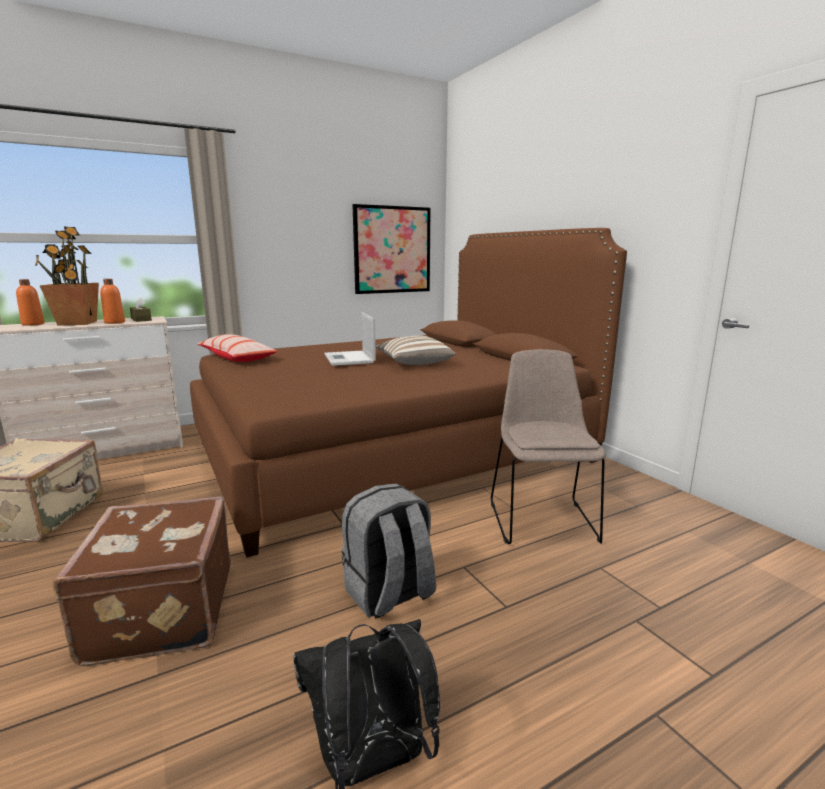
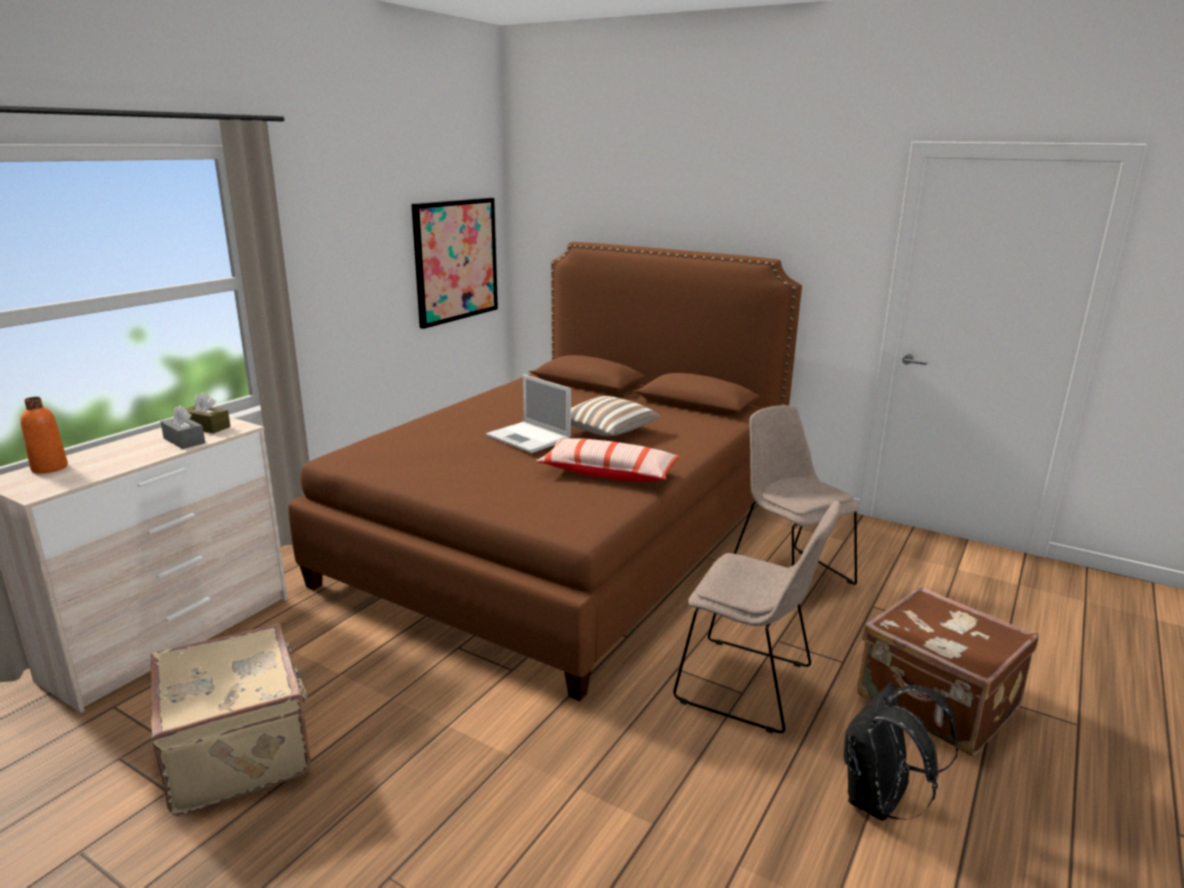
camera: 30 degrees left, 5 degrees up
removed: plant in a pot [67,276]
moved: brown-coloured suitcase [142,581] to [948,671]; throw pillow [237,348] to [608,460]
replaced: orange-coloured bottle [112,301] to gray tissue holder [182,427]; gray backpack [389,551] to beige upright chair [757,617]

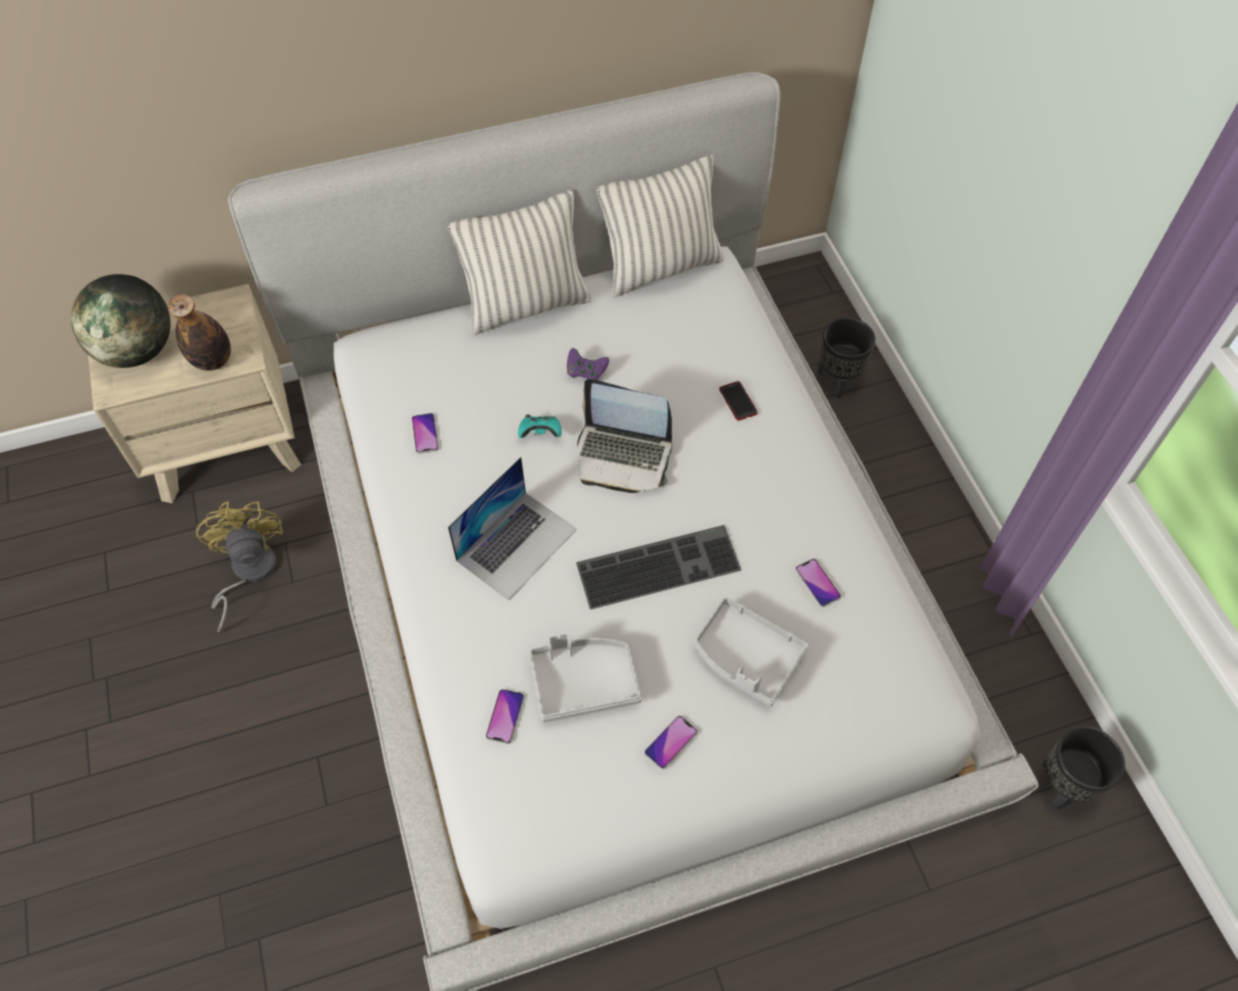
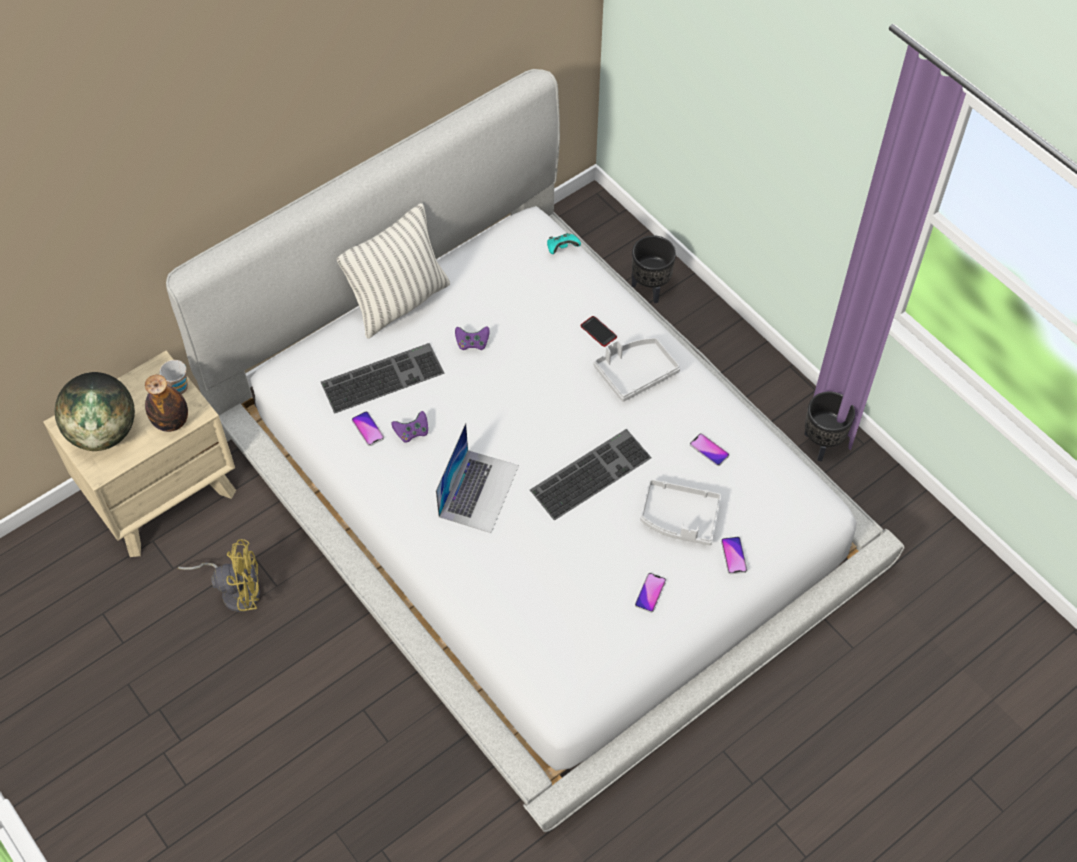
camera: 20 degrees left, 0 degrees up
removed: laptop [624,436]; throw pillow [660,226]
added: drinking cup [174,377]; keyboard [383,378]; purple-coloured gamepad [410,427]
moved: telephone [505,716] to [734,555]; blue-green gamepad [540,426] to [564,243]; gray carrying tray [585,677] to [636,370]; blackish plant pot [1083,768] to [829,426]
turned: yellowish electric fan [239,567] = [219,575] 120 degrees clockwise

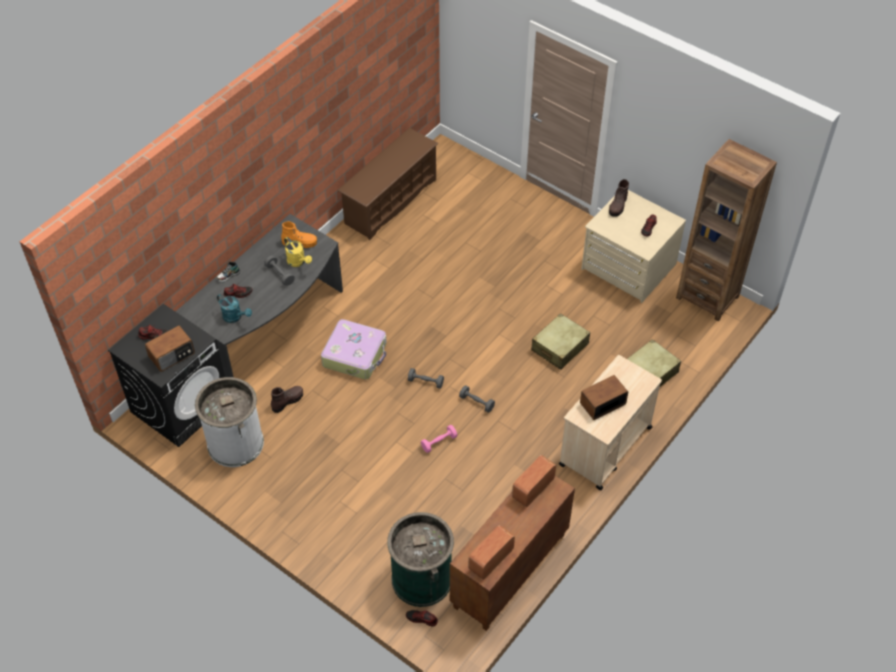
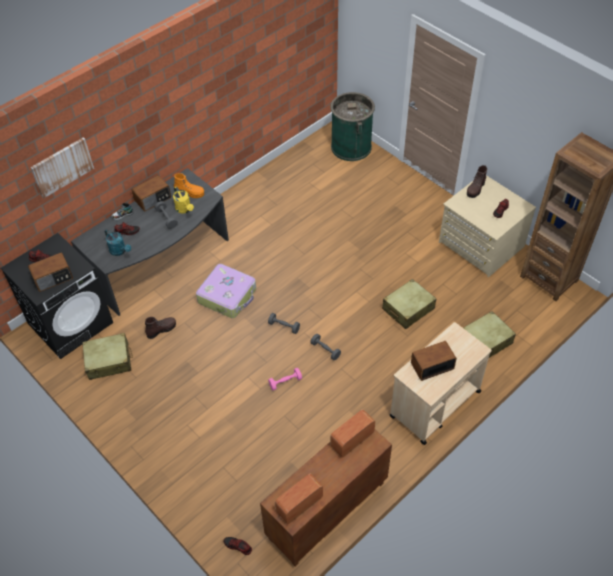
camera: 10 degrees right, 0 degrees up
removed: brown-coloured shoe rack [388,184]
added: wall picture [62,167]; radio receiver [151,193]
moved: green-coloured trash can [420,559] to [352,126]
replaced: white trash can [229,422] to beige suitcase [107,356]

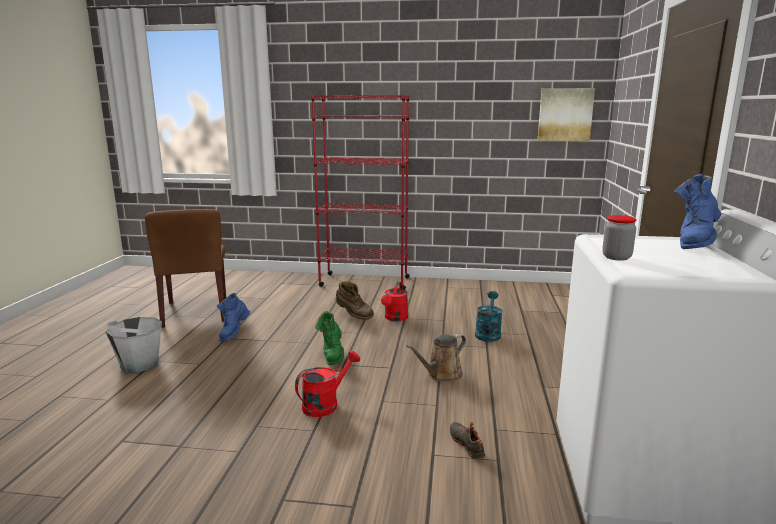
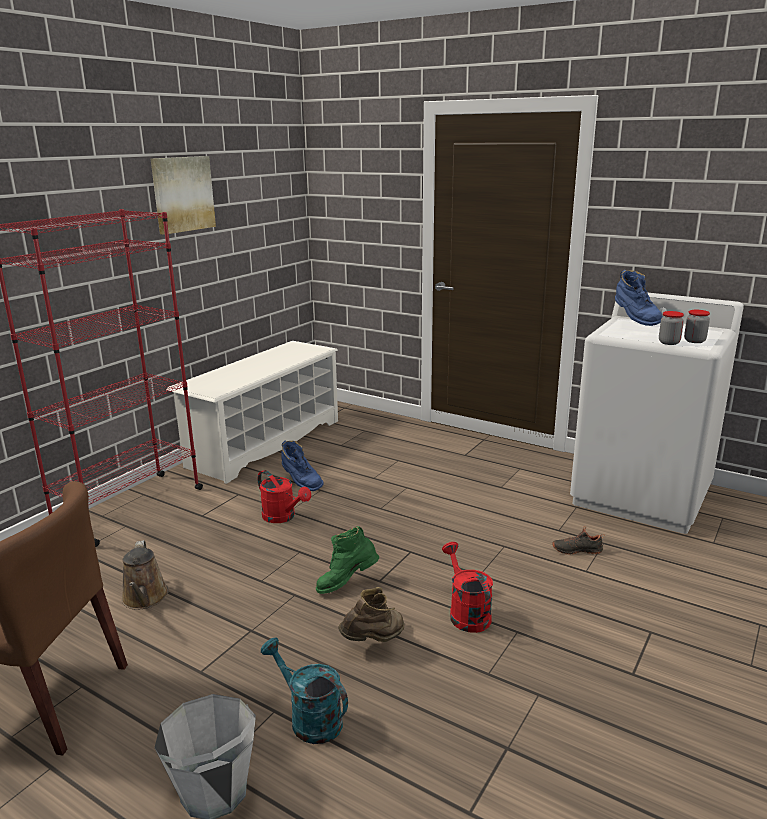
camera: 65 degrees left, 5 degrees up
added: white shoe rack [252,412]; preserve jar [697,326]
moved: blue tall boot [233,317] to [302,466]; brown-coloured tall boot [355,300] to [371,614]; brown-coloured sprinkling can [436,358] to [145,575]; blue-green sprinkling can [489,316] to [304,690]; wall picture [566,114] to [183,195]
turned: green-coloured tall boot [329,338] = [347,560] 135 degrees clockwise

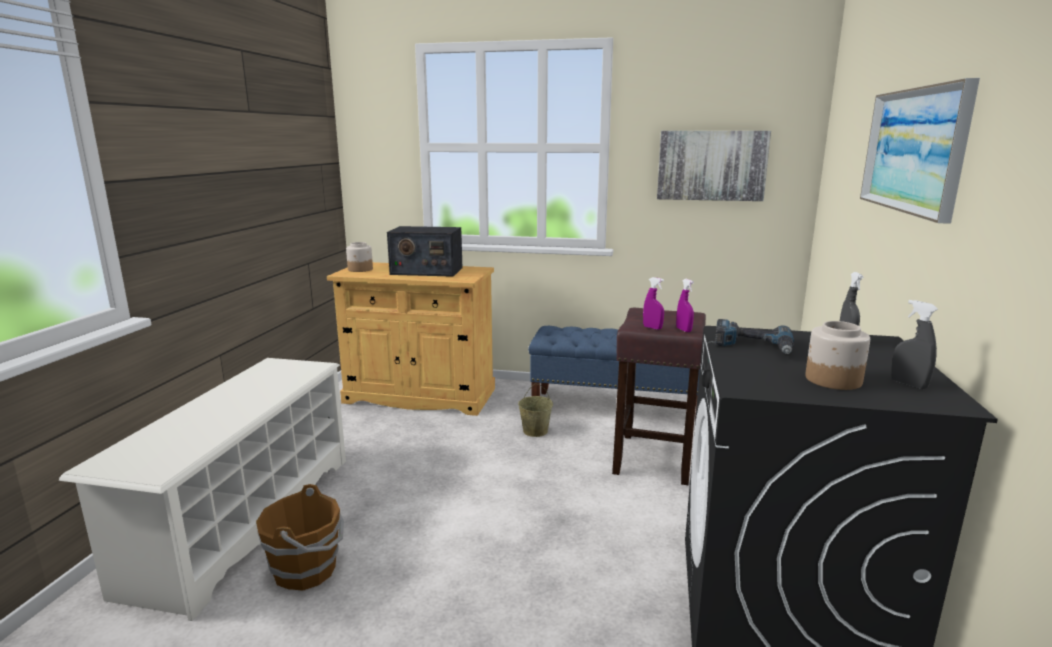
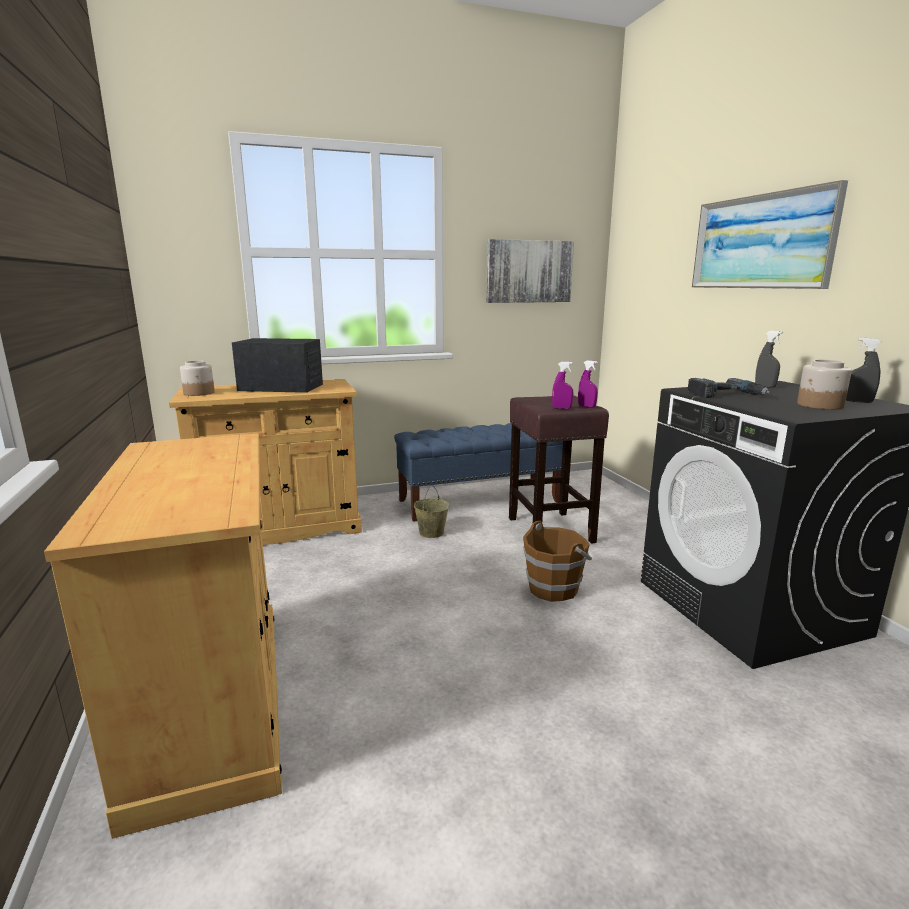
camera: 30 degrees left, 0 degrees up
moved: brown-coloured bucket [300,537] to [557,561]
replaced: white shoe rack [202,489] to beige storage cabinet [163,636]
turned: radio receiver [424,251] = [277,365] 150 degrees counterclockwise

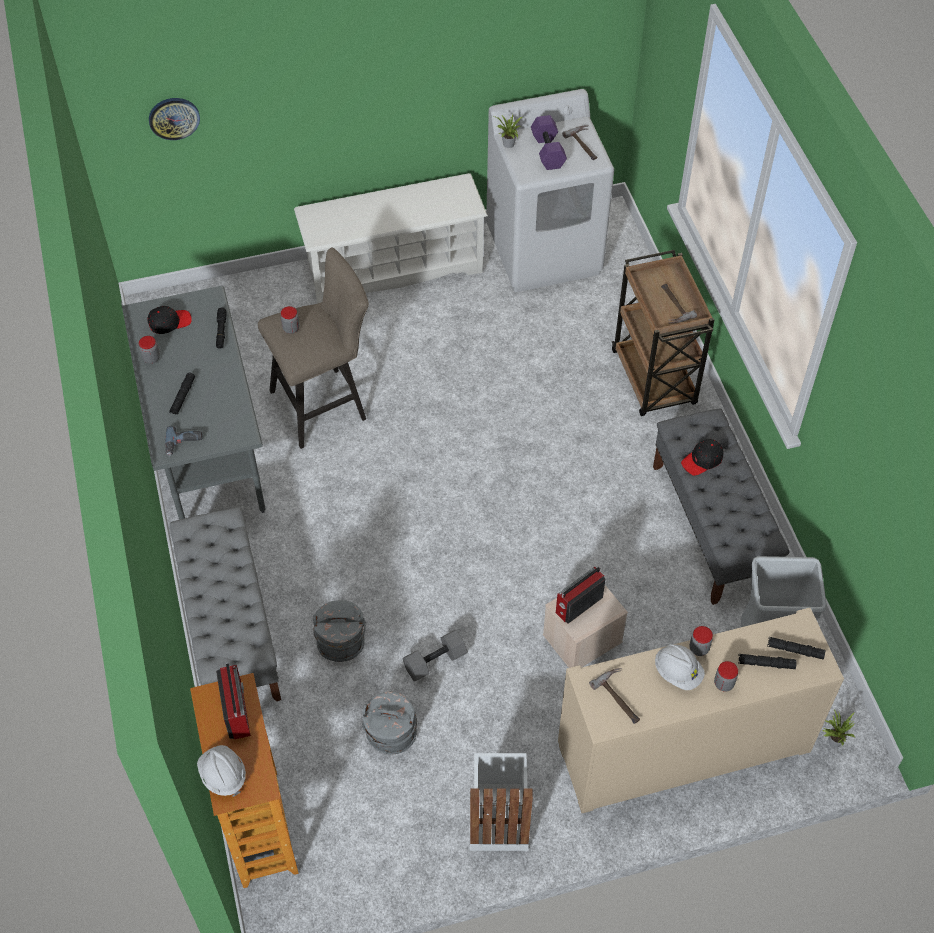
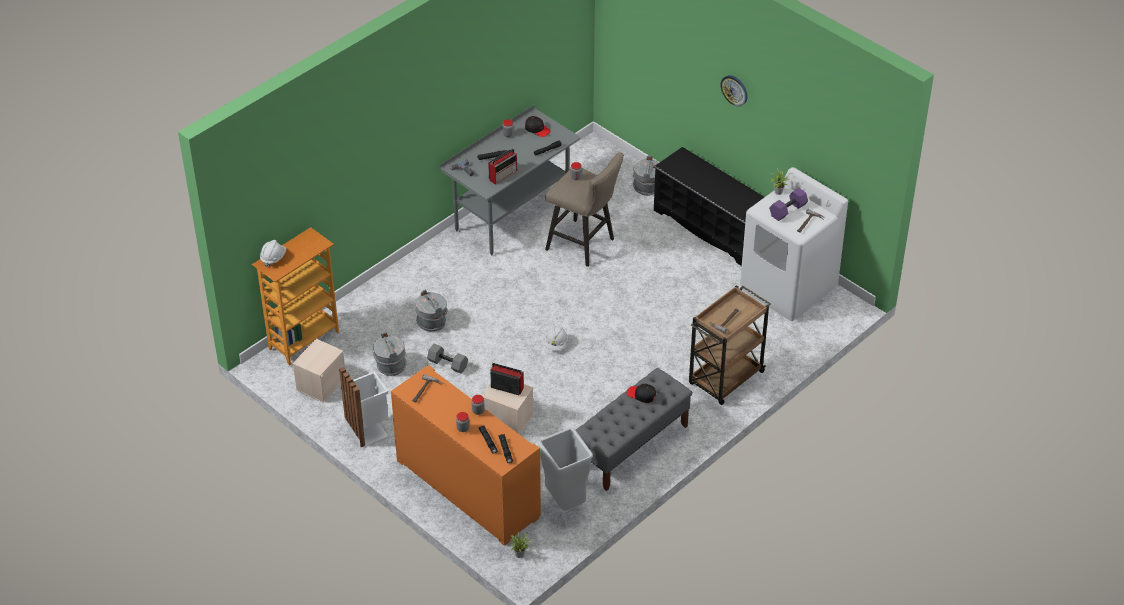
camera: 60 degrees right, 10 degrees down
removed: gray bench [225,604]
added: beige storage box [319,371]; gray bucket [645,175]
moved: wall clock [174,119] to [734,90]; radio receiver [233,700] to [502,167]; white hard hat [680,667] to [556,338]
recoloured: white shoe rack [391,238] to blackish shoe rack [708,207]; beige storage cabinet [701,710] to orange-coloured storage cabinet [466,455]

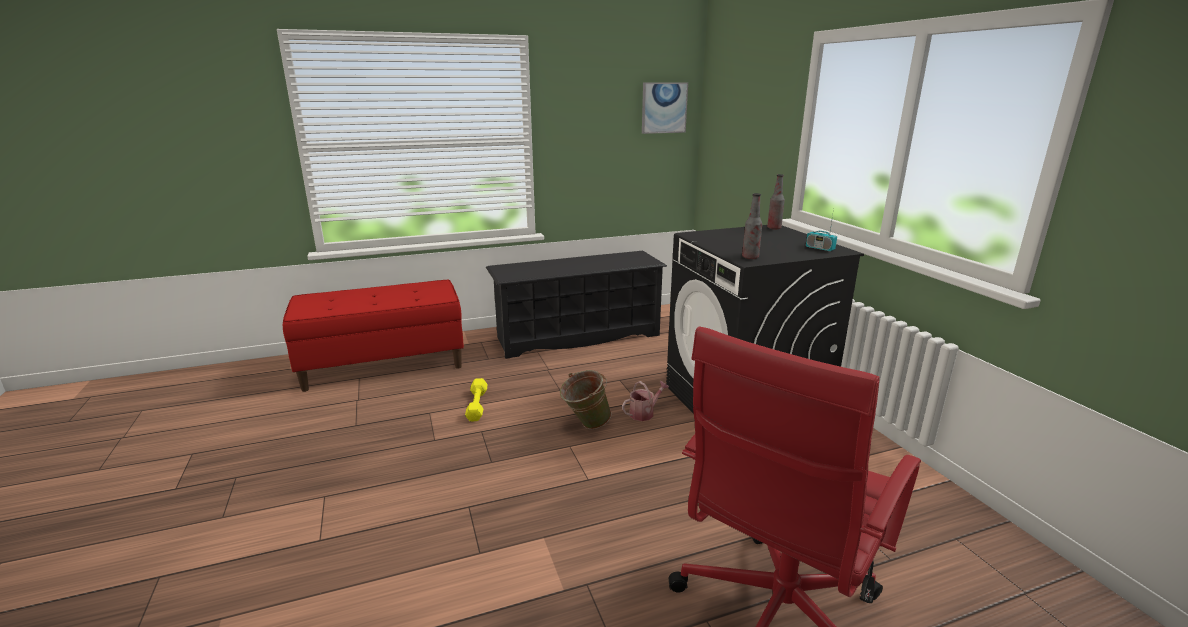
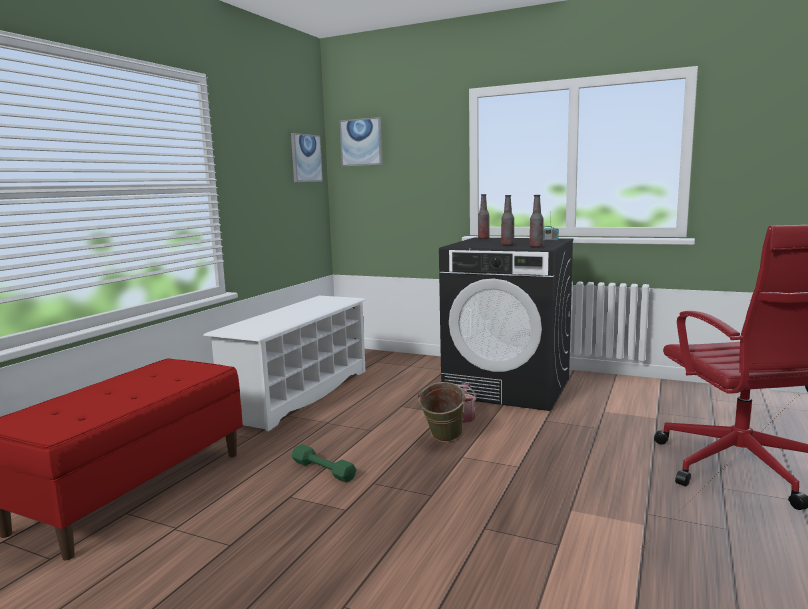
camera: 45 degrees left, 10 degrees down
added: wall picture [361,142]; bottle [507,220]
recoloured: yellowish dumbbell [476,400] to green-coloured dumbbell [324,463]; blackish shoe rack [576,305] to white shoe rack [284,363]

